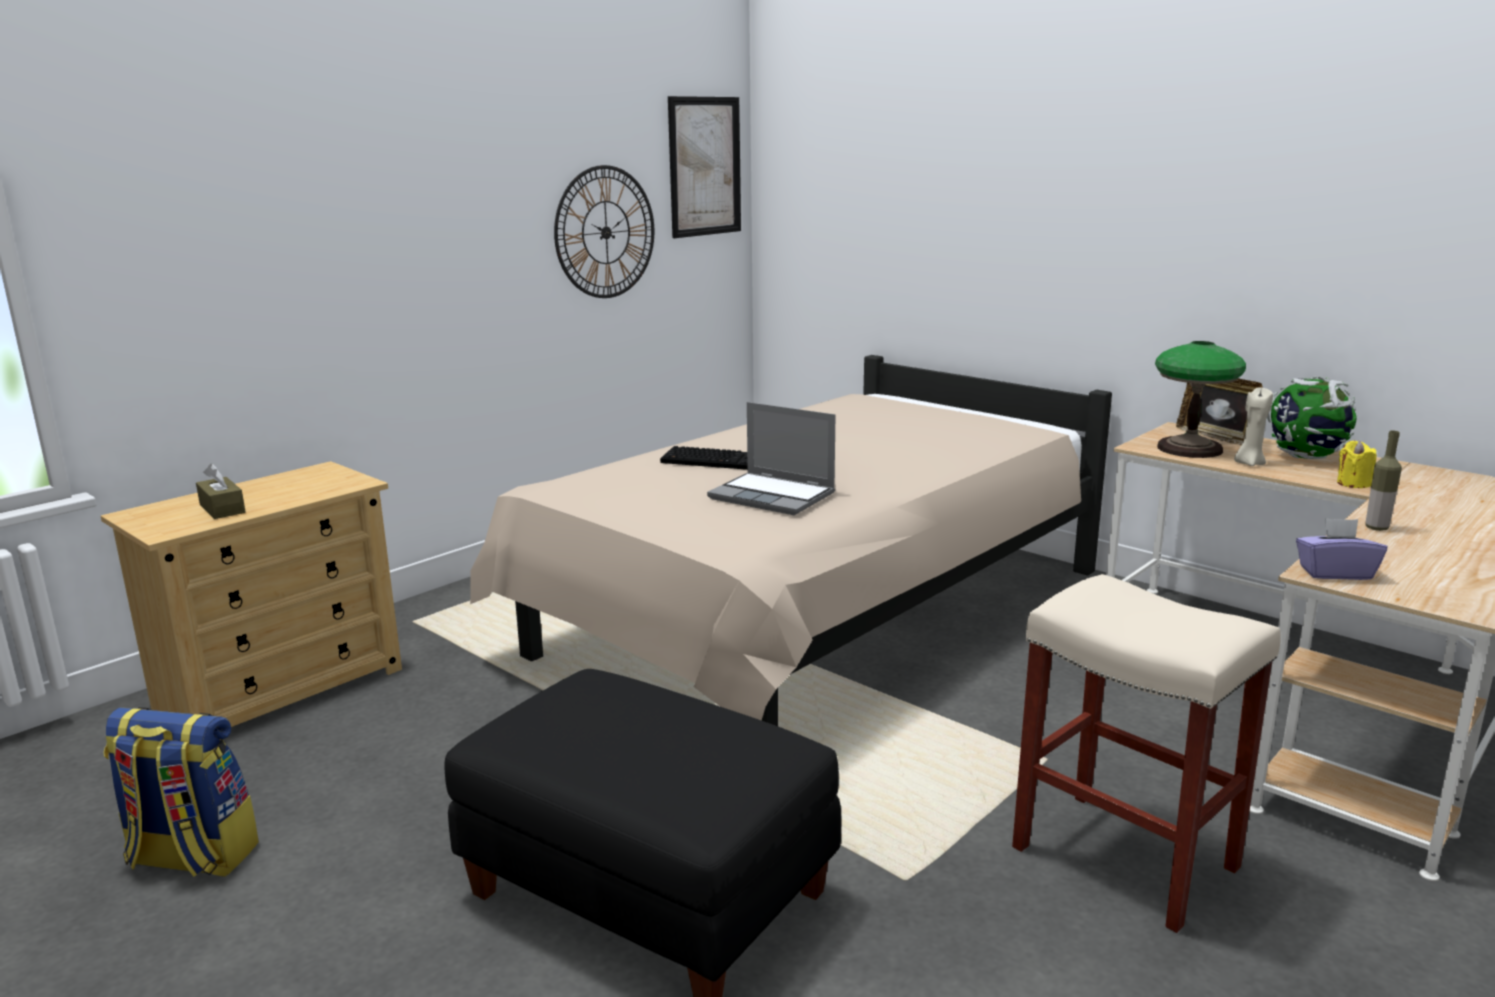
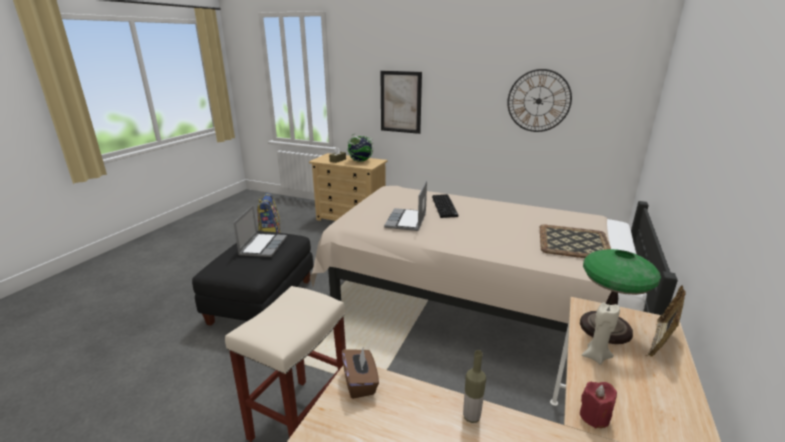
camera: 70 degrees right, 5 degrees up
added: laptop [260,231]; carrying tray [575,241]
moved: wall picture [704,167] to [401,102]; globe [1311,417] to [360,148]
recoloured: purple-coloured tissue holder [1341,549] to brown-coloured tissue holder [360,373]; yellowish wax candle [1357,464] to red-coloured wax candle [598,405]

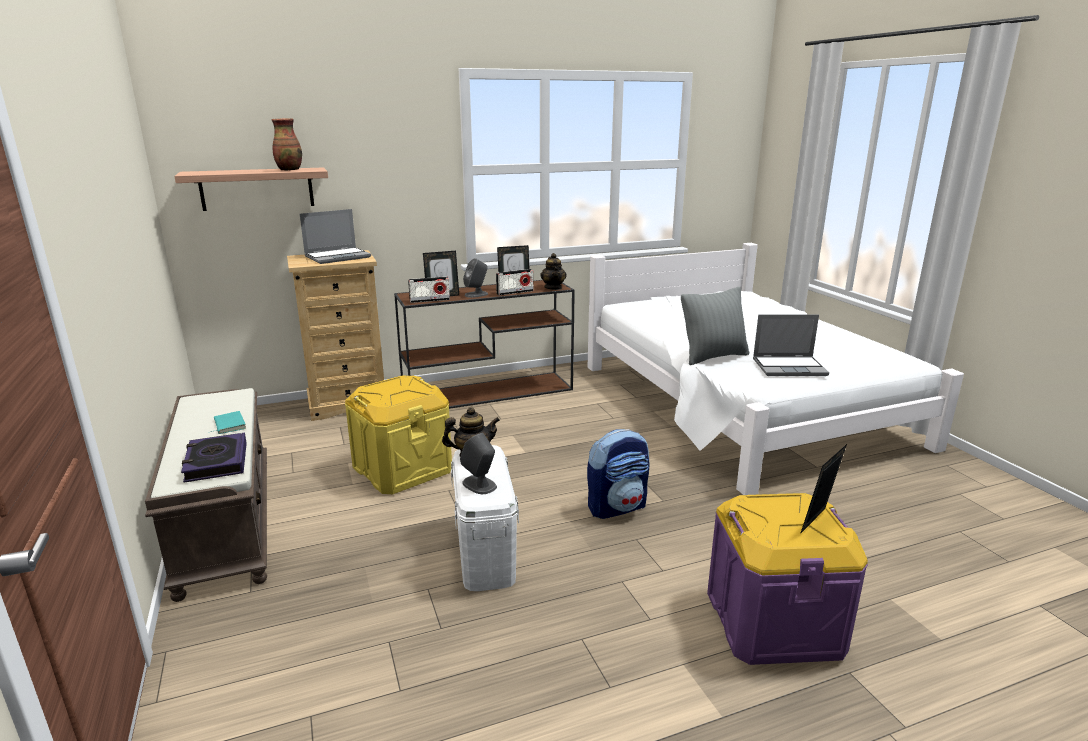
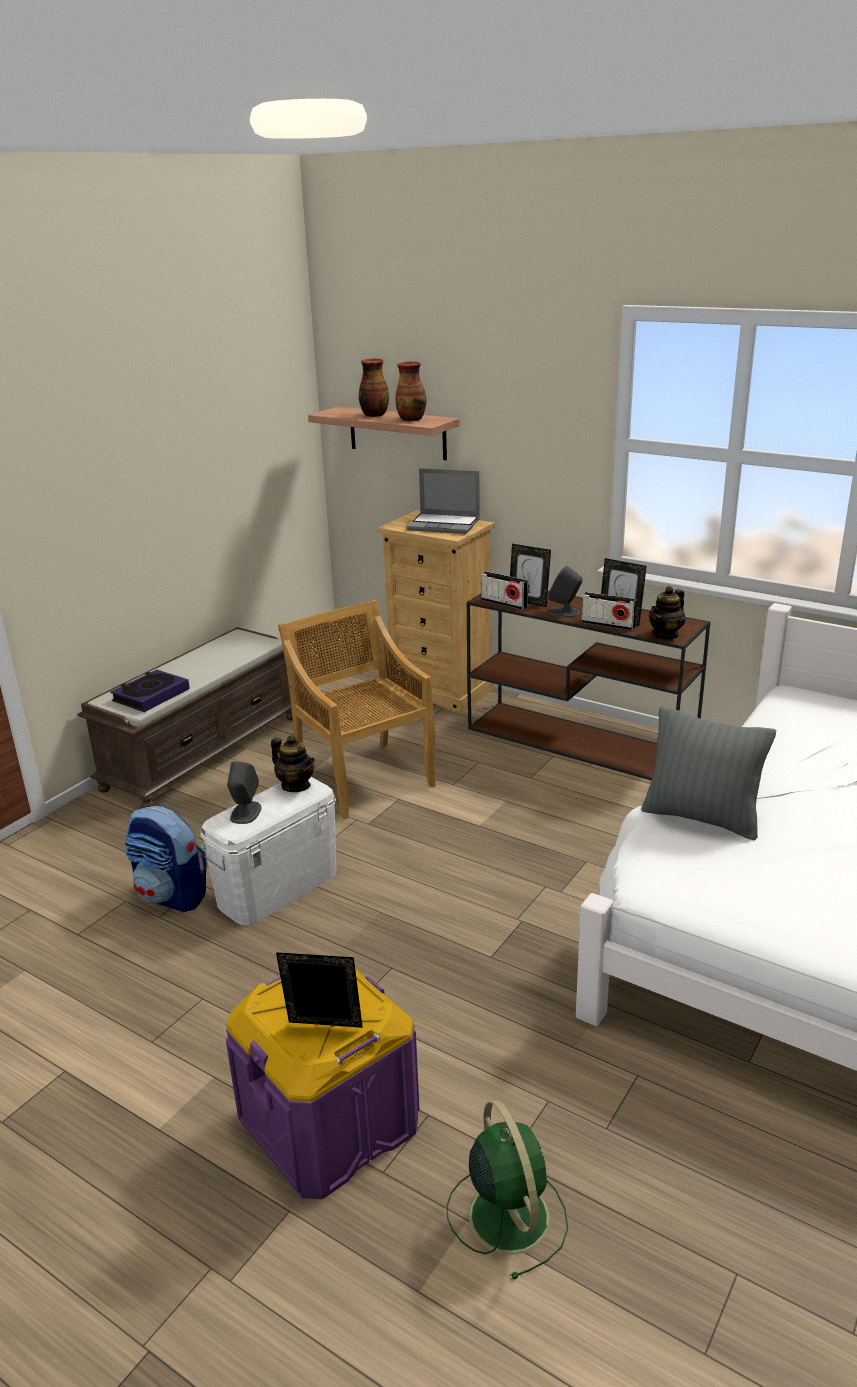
camera: 55 degrees right, 5 degrees up
removed: blue-green bound book [228,422]; laptop [791,345]
added: vase [374,387]; green-coloured electric fan [507,1190]
moved: backpack [618,474] to [166,859]
replaced: yellowish storage box [398,434] to beige upright chair [357,710]

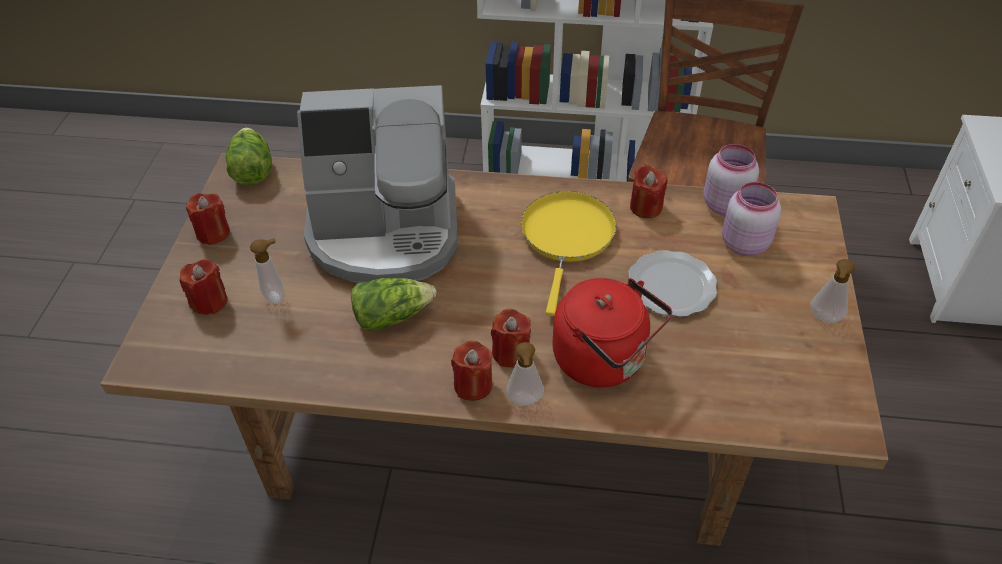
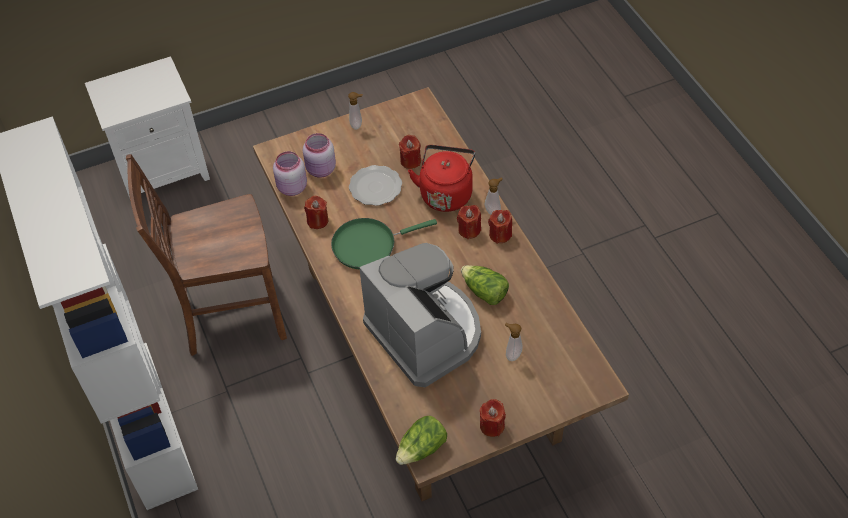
camera: 120 degrees left, 5 degrees up
moved: red-coloured wax candle [203,287] to [410,152]
recoloured: yellowish pan [569,253] to green-coloured pan [384,243]

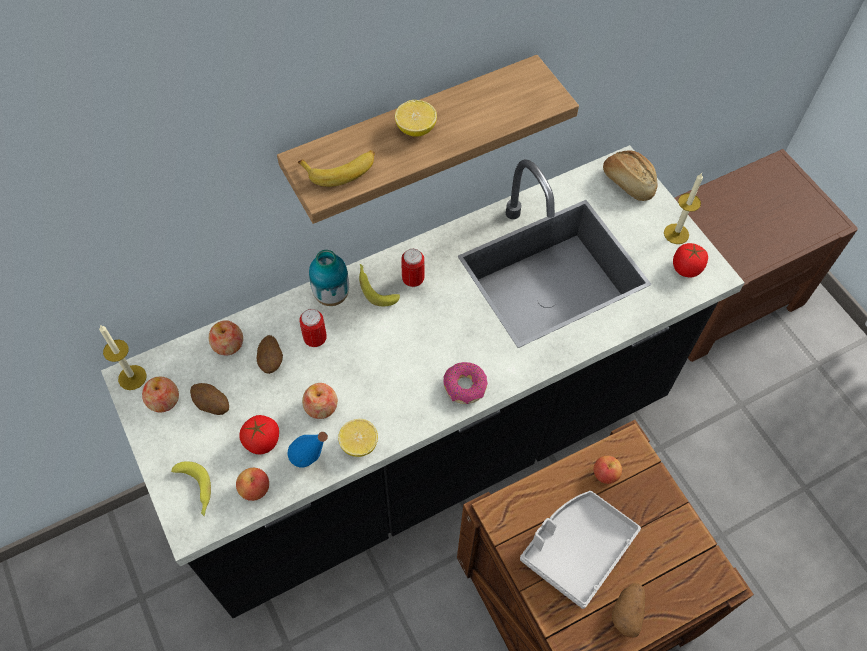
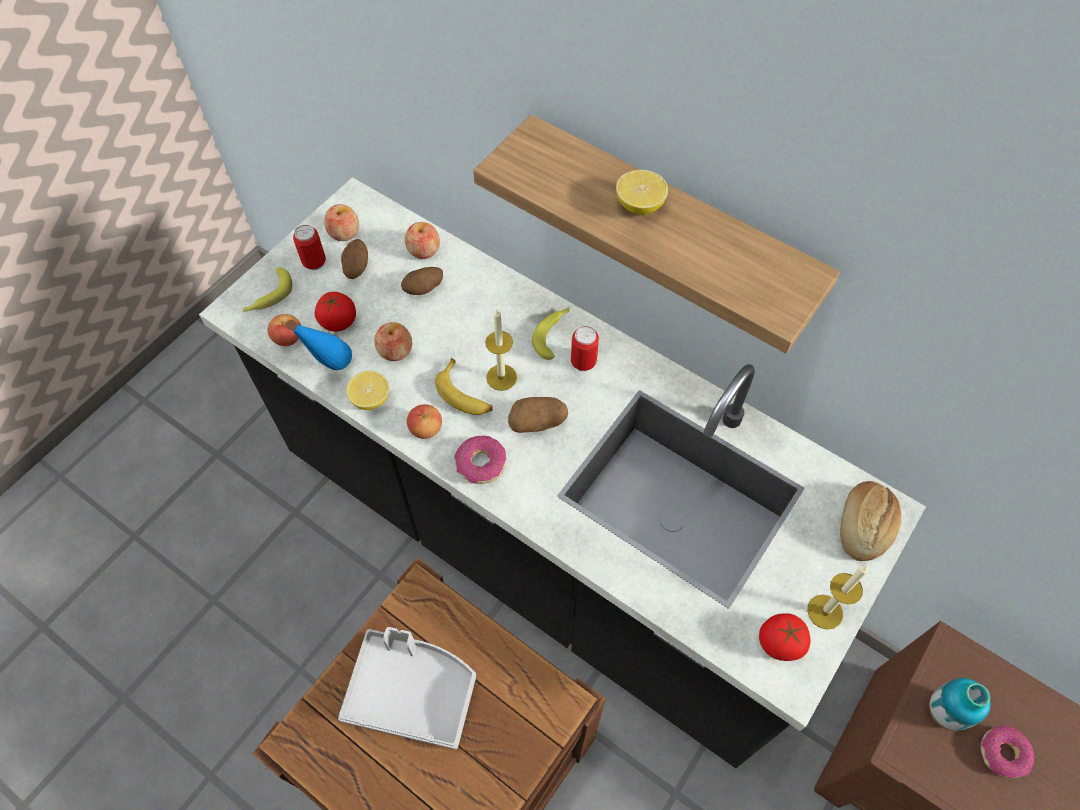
camera: 65 degrees right, 0 degrees up
added: doughnut [1007,752]
moved: wax candle [123,357] to [501,350]; whole banana [336,168] to [464,386]; metal can [313,328] to [309,247]; vase [329,278] to [960,704]; apple fruit [608,470] to [424,421]; whole potato [628,610] to [538,415]

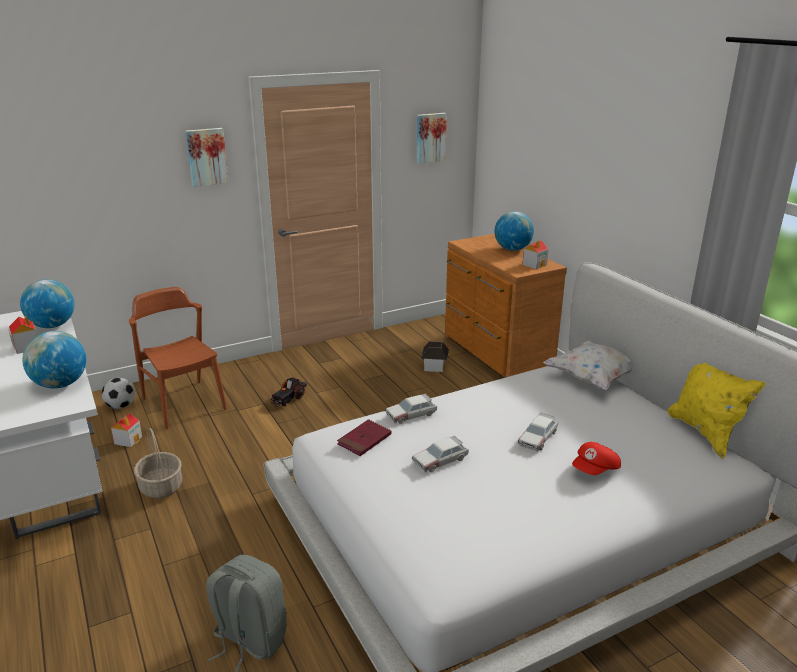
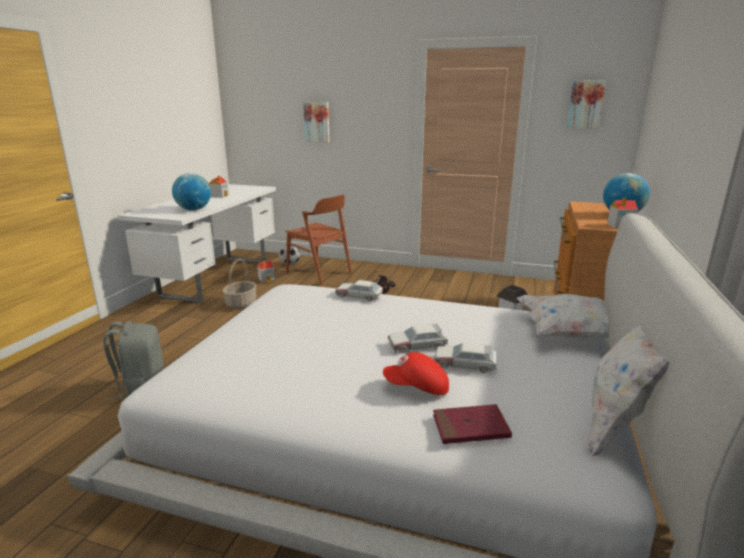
camera: 45 degrees right, 5 degrees down
removed: globe [47,303]
moved: wall picture [207,157] to [316,122]; red-coloured bound book [364,437] to [472,424]; toy car [440,454] to [466,358]
recoloured: yellowish throw pillow [716,411] to white throw pillow [628,391]
turned: brown-coloured upright chair [178,358] = [318,239] 120 degrees clockwise

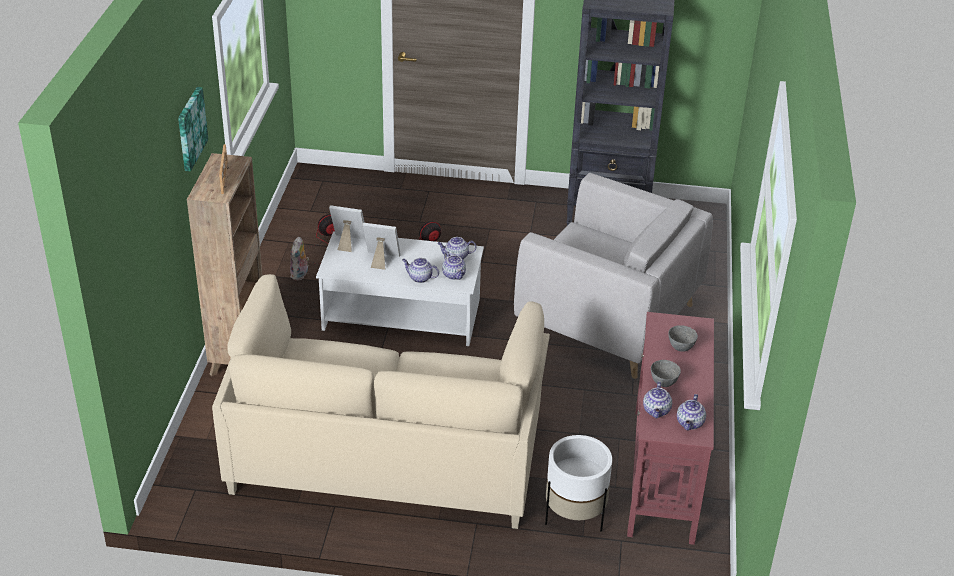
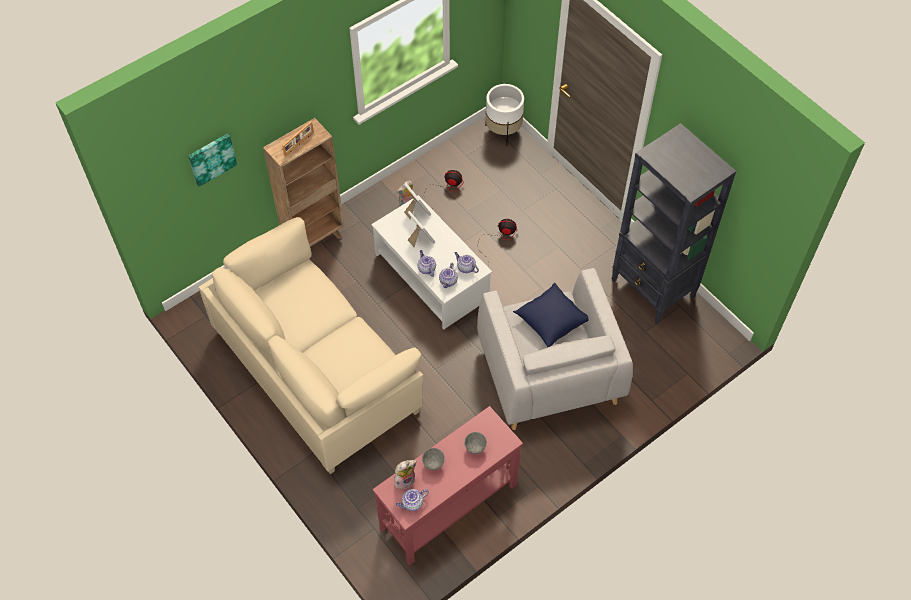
camera: 45 degrees right, 20 degrees up
added: blue throw pillow [551,315]
moved: wall picture [193,129] to [212,160]; white plant pot [578,483] to [504,115]
replaced: pot for tea [657,400] to soft toy [405,475]

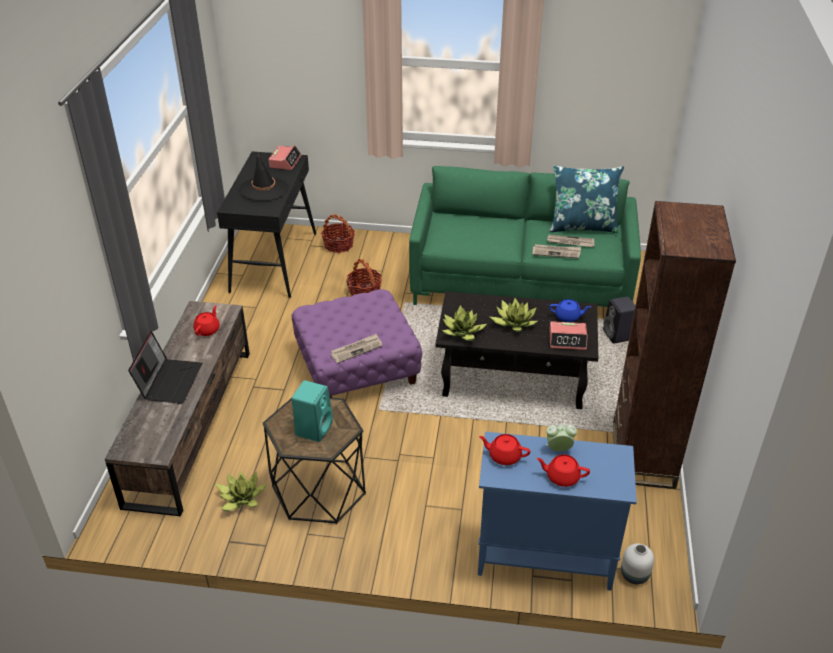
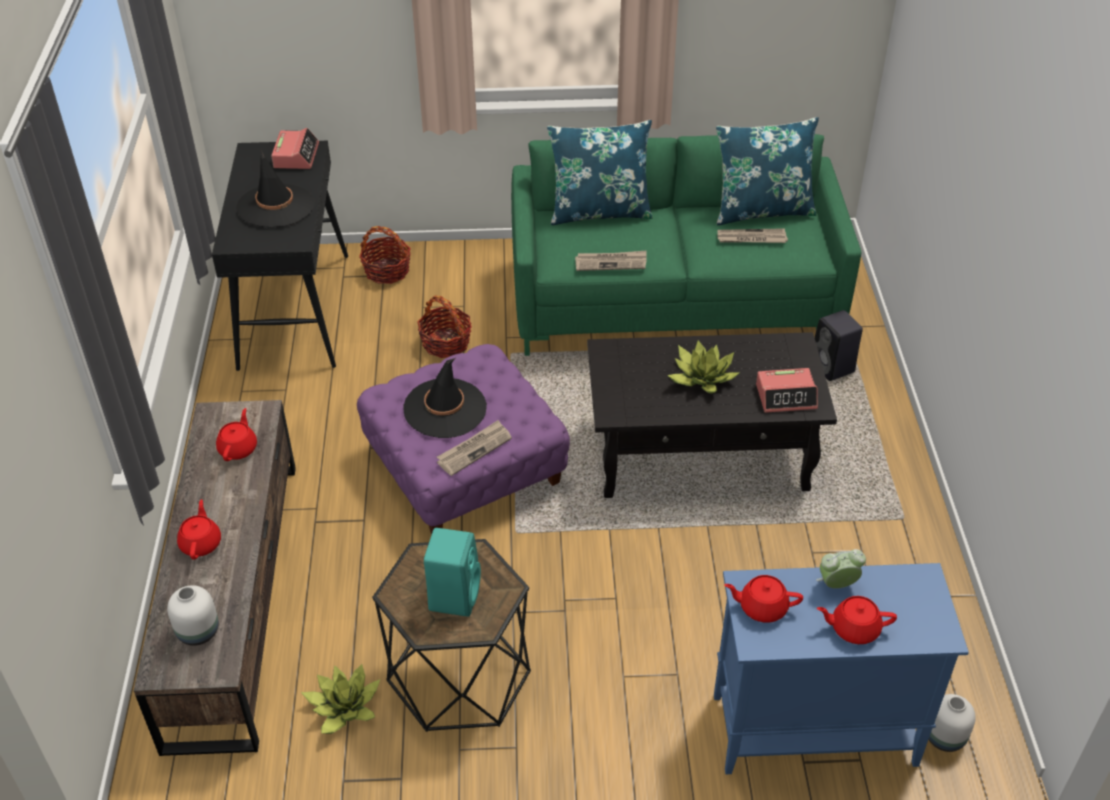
camera: 10 degrees left, 5 degrees up
removed: plant in a pot [464,323]; blue pot for tea [570,310]; brown-coloured bookshelf [674,345]
added: white vase [193,615]; blackish hat [445,398]; blue throw pillow [600,172]
moved: newspaper [556,251] to [611,261]
replaced: laptop [165,367] to red-coloured pot for tea [199,529]

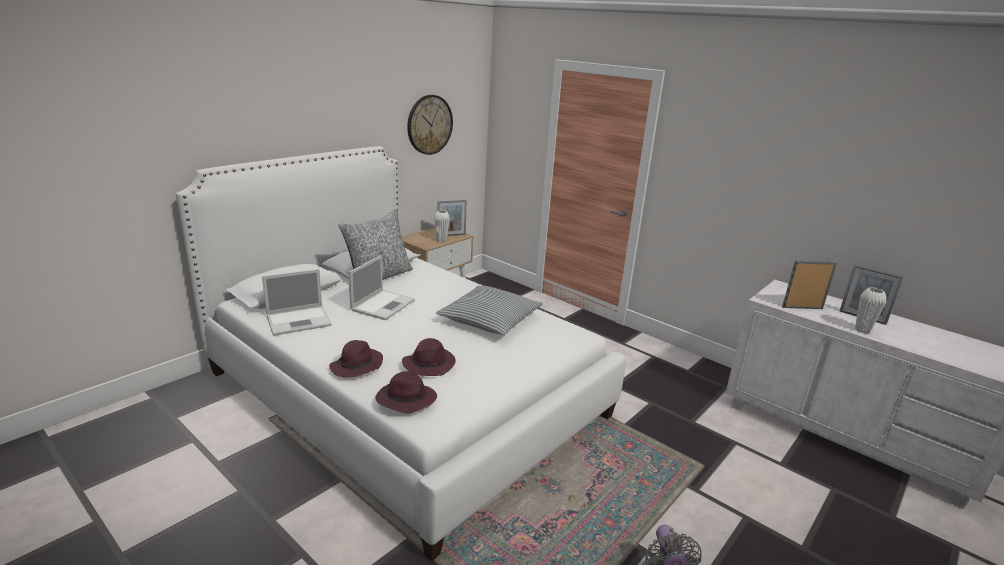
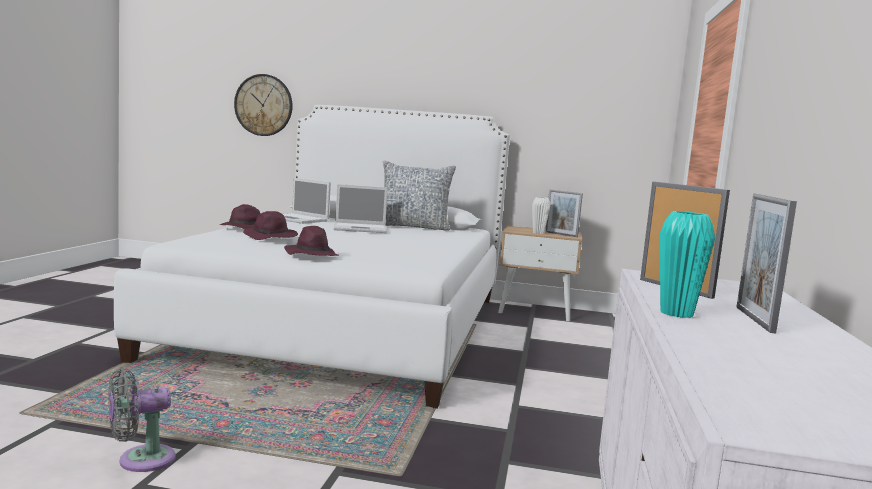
camera: 60 degrees right, 15 degrees down
removed: throw pillow [489,310]
moved: purple-coloured hat [406,392] to [311,241]; wall clock [430,125] to [263,105]
recoloured: white vase [870,310] to blue-green vase [687,264]

